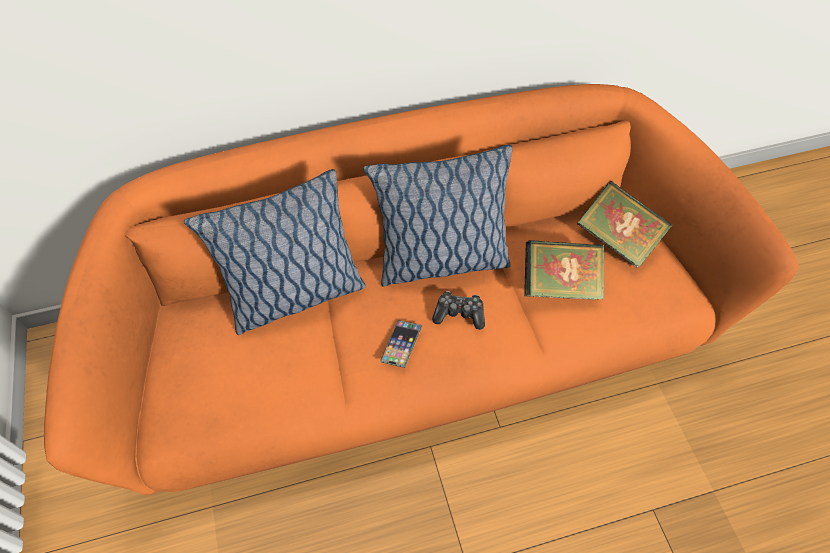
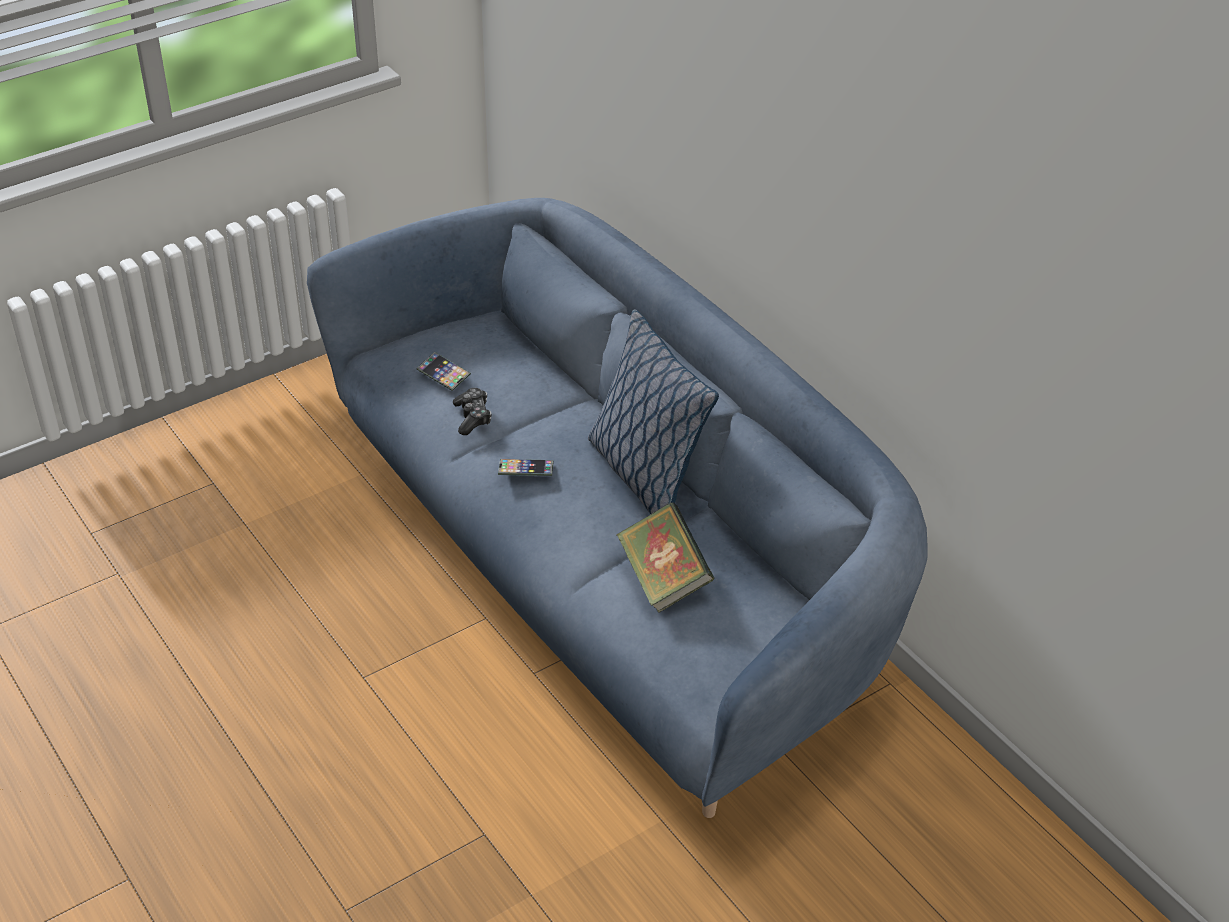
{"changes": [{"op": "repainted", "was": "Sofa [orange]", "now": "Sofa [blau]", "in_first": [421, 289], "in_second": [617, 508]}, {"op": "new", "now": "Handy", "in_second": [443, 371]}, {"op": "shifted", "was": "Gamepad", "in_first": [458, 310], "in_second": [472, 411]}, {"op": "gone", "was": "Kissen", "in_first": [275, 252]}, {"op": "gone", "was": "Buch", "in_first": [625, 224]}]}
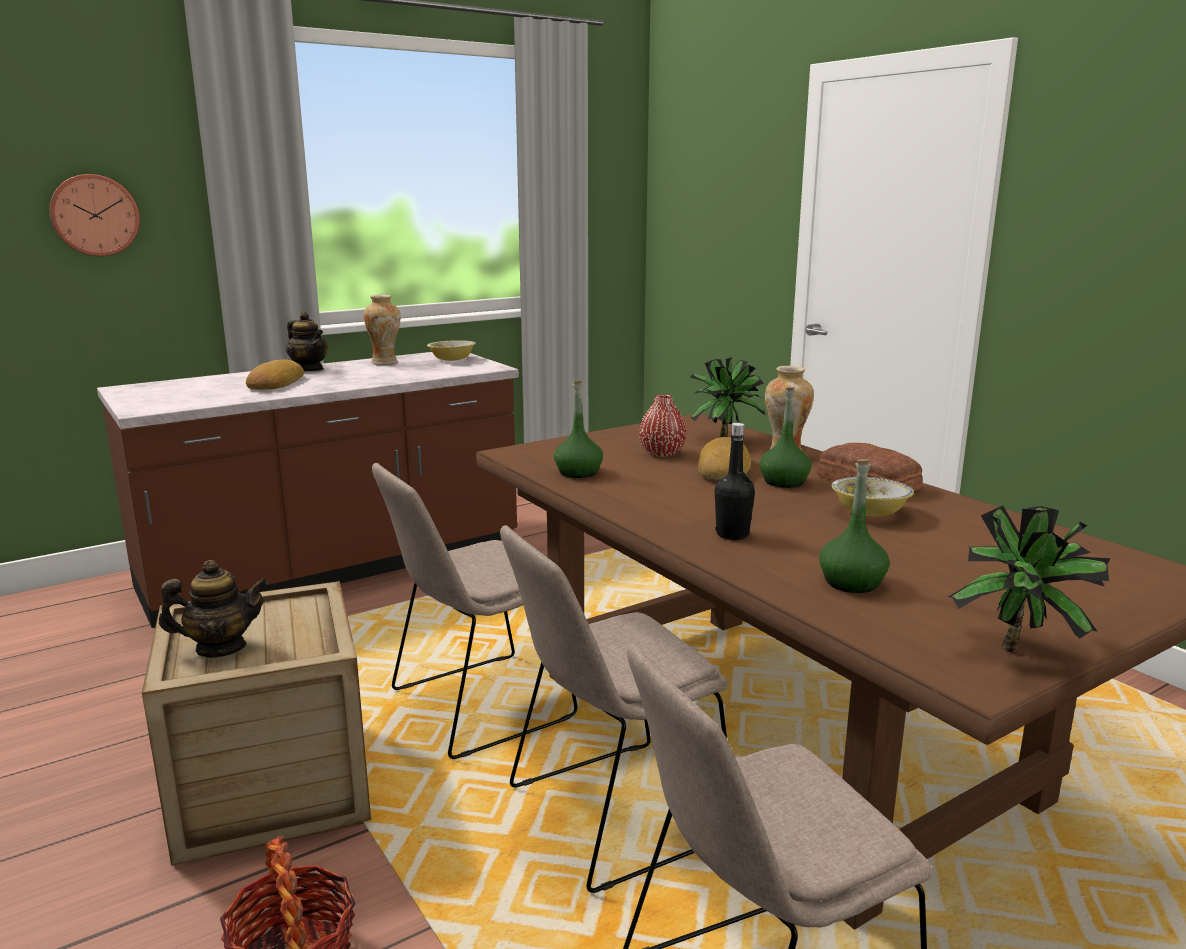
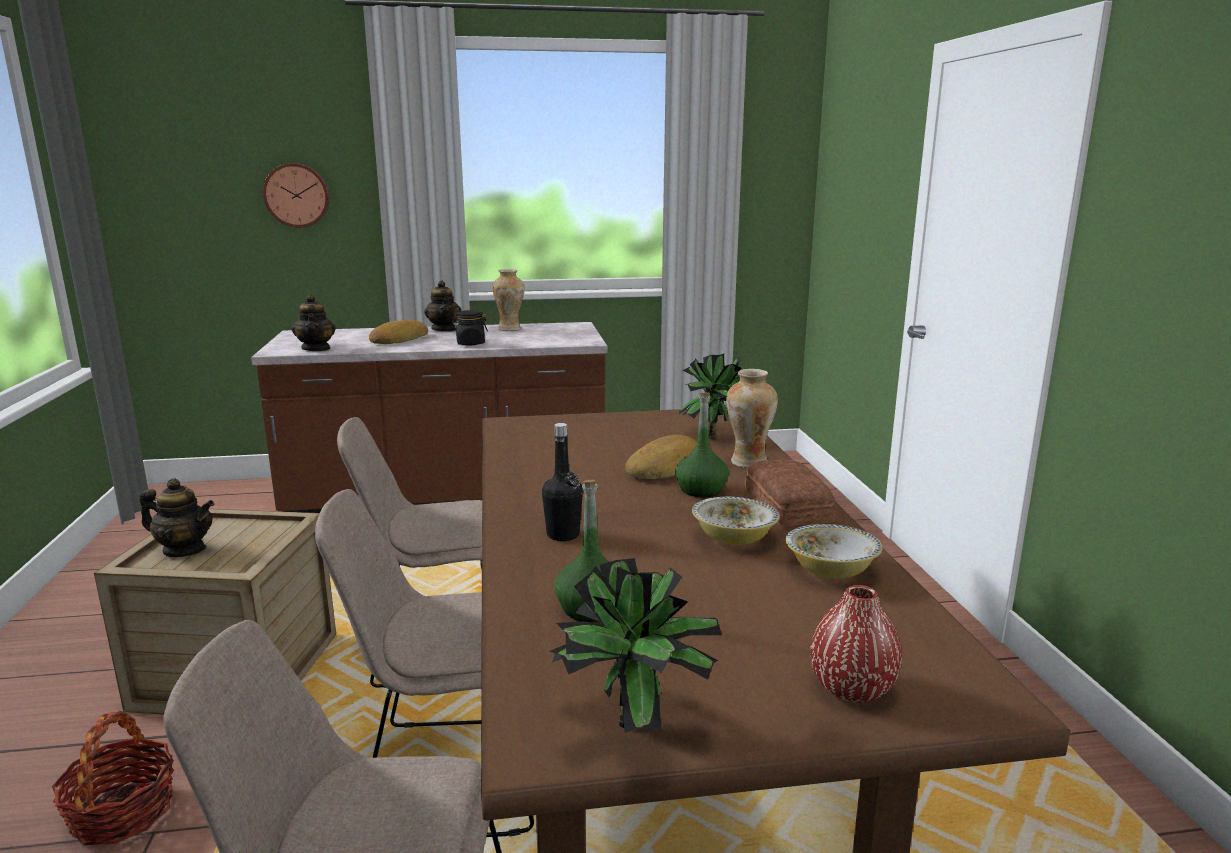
{"changes": [{"op": "new", "now": "Teekanne", "in_second": [314, 323]}, {"op": "new", "now": "Vorratsglas [schwarz]", "in_second": [469, 327]}, {"op": "shifted", "was": "Schüssel", "in_first": [451, 350], "in_second": [834, 551]}, {"op": "shifted", "was": "Vase [rot]", "in_first": [662, 425], "in_second": [856, 644]}, {"op": "gone", "was": "Flasche [grün]", "in_first": [578, 429]}]}
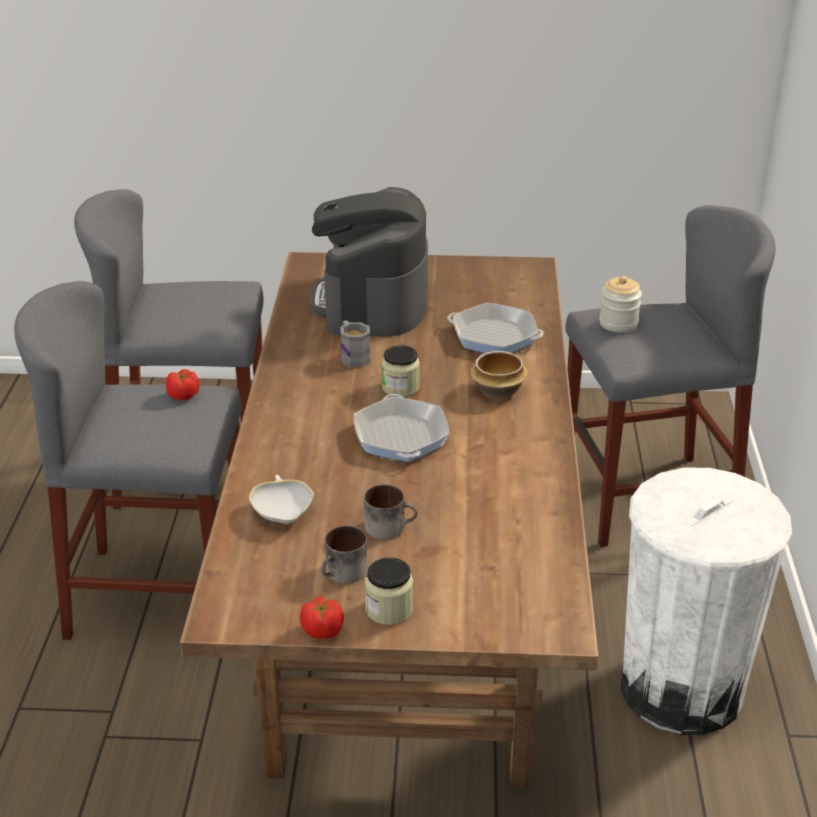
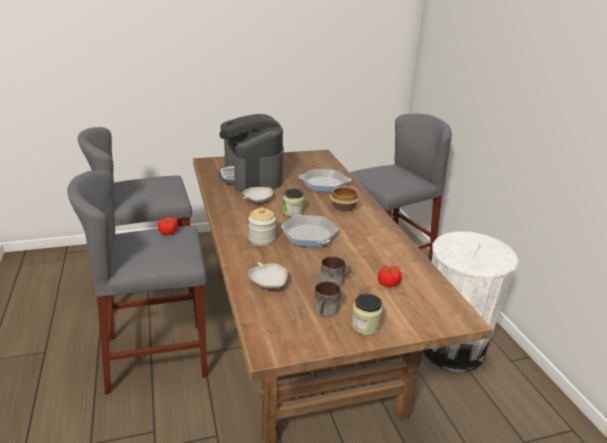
{"changes": [{"op": "swapped", "was": "Henkelbecher [grau]", "now": "Schüssel [weiß]", "in_first": [355, 343], "in_second": [258, 194]}, {"op": "shifted", "was": "Vorratsglas", "in_first": [620, 304], "in_second": [262, 226]}, {"op": "shifted", "was": "Tomate", "in_first": [322, 617], "in_second": [390, 276]}]}
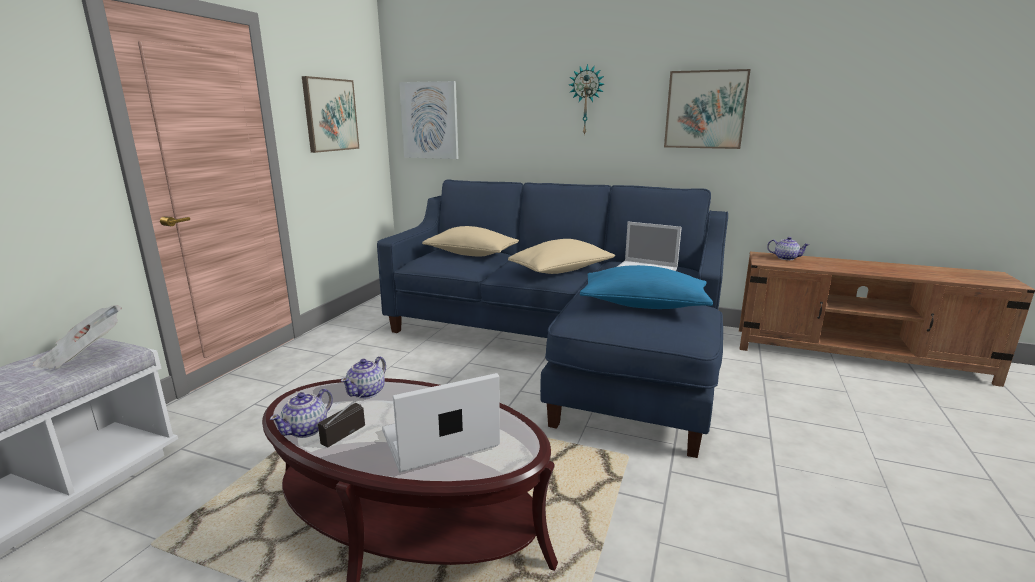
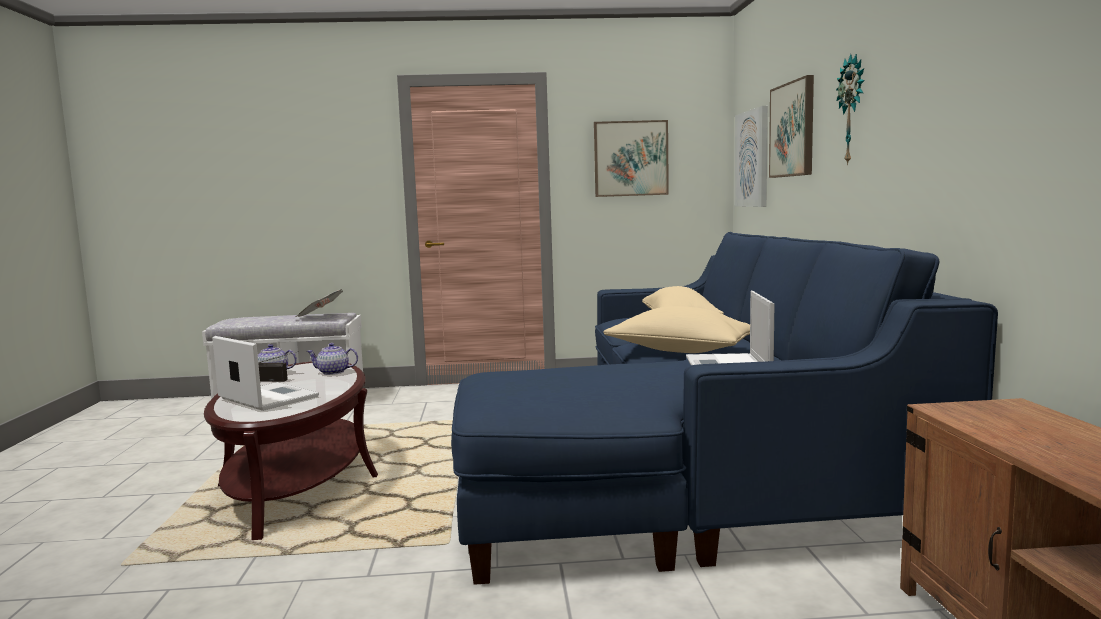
{"changes": [{"op": "shifted", "was": "Bild", "in_first": [707, 109], "in_second": [791, 126]}, {"op": "gone", "was": "Kissen [blau]", "in_first": [646, 287]}, {"op": "gone", "was": "Teekanne", "in_first": [788, 248]}]}
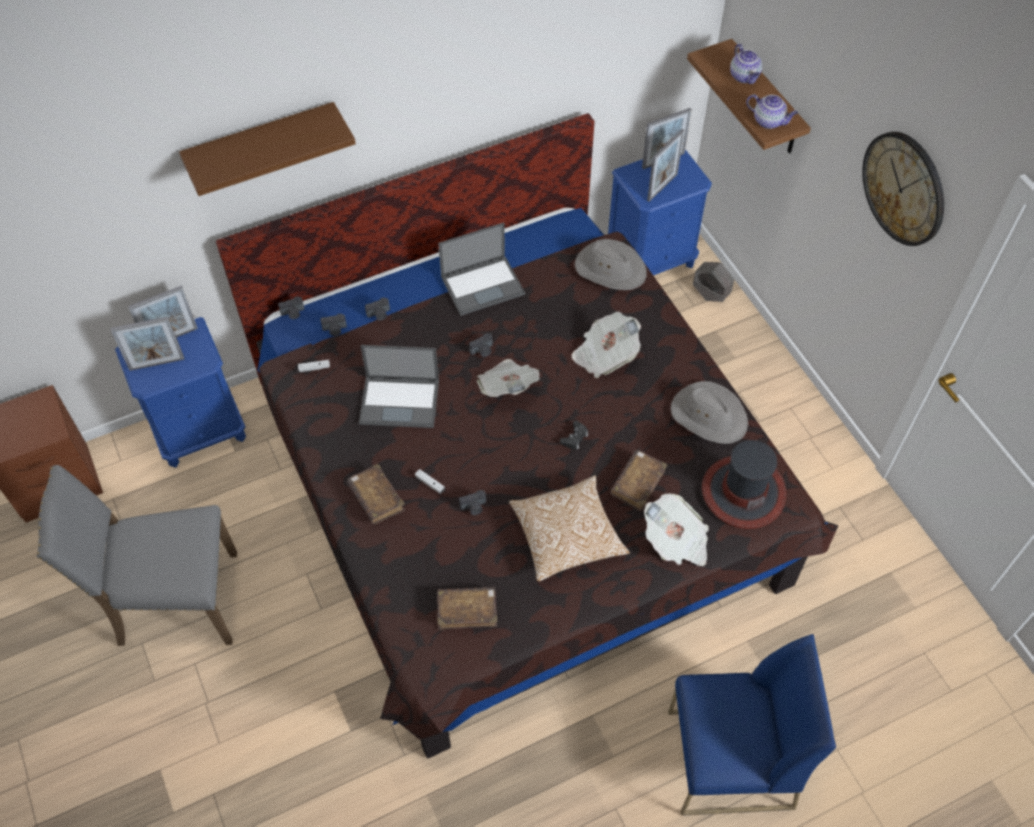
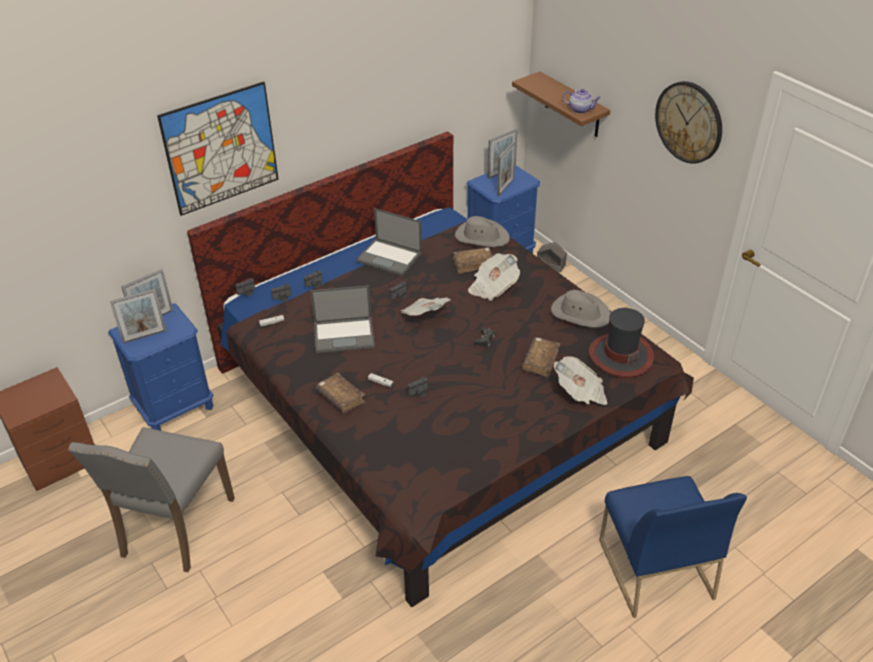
{"changes": [{"op": "rotated", "was": "Stuhl [grau]", "in_first": [137, 555], "in_second": [151, 499], "clockwise": -60}, {"op": "swapped", "was": "Wandregal [braun]", "now": "Bild", "in_first": [267, 149], "in_second": [218, 148]}, {"op": "rotated", "was": "Laptop", "in_first": [481, 269], "in_second": [389, 242], "clockwise": 60}, {"op": "shifted", "was": "Buch [braun]", "in_first": [467, 608], "in_second": [473, 260]}, {"op": "rotated", "was": "Stuhl [blau]", "in_first": [752, 725], "in_second": [673, 547], "clockwise": 90}, {"op": "gone", "was": "Kissen", "in_first": [569, 528]}, {"op": "gone", "was": "Teekanne", "in_first": [746, 64]}]}
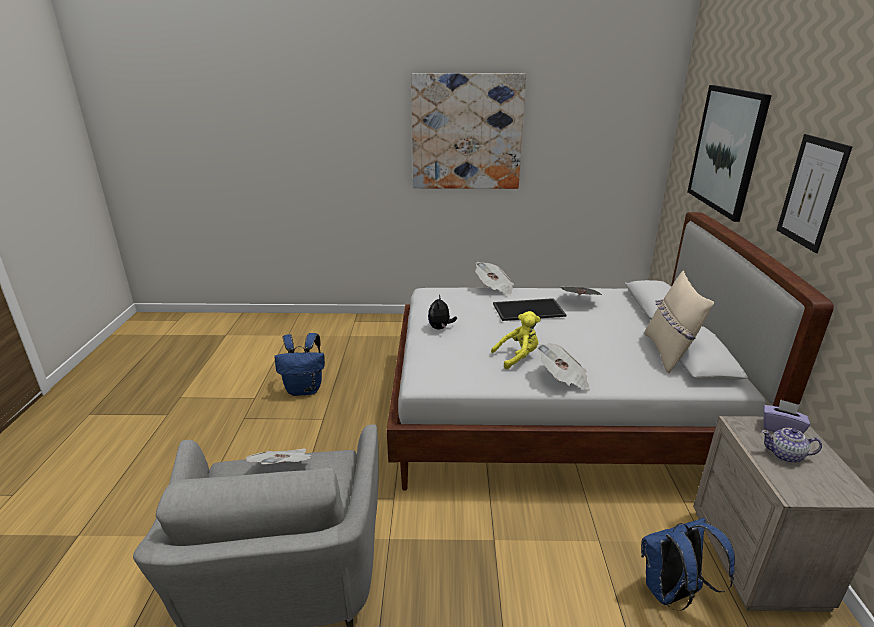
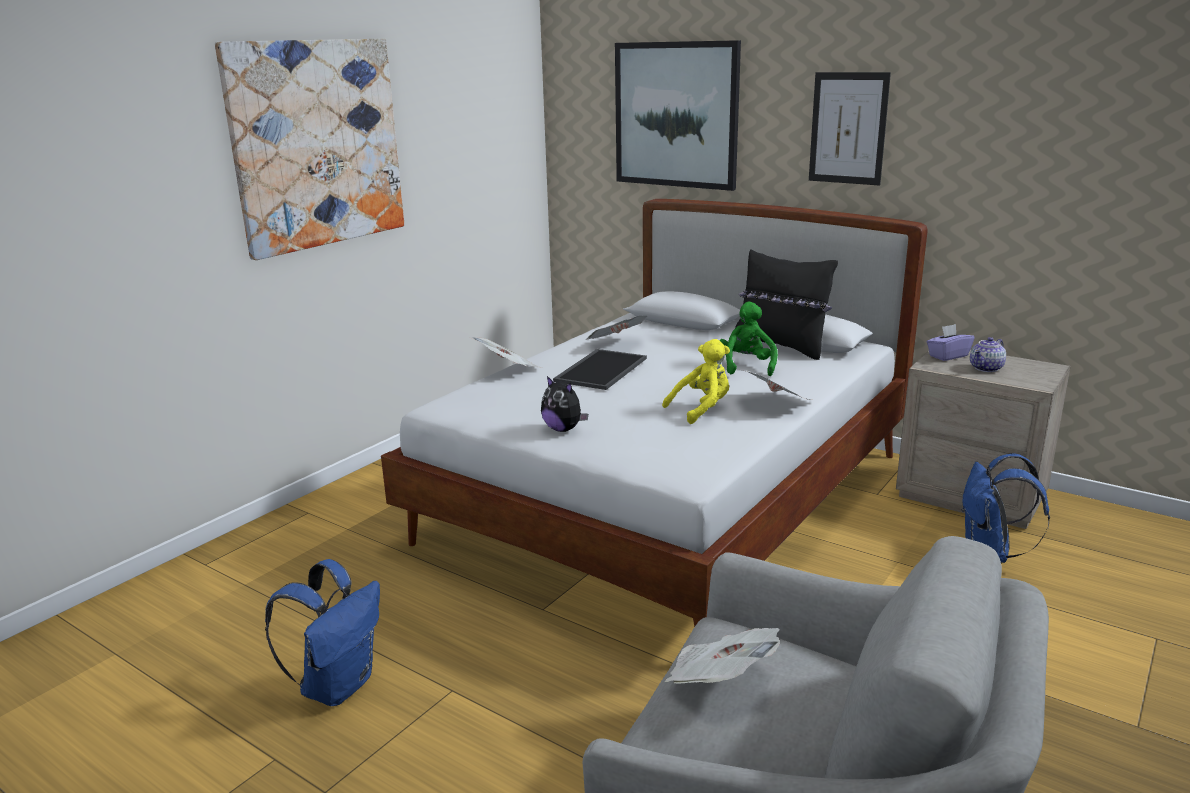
{"changes": [{"op": "rotated", "was": "Plüschtier [gelb]", "in_first": [516, 340], "in_second": [696, 381], "clockwise": 45}, {"op": "new", "now": "Plüschtier [grün]", "in_second": [748, 339]}, {"op": "repainted", "was": "Kissen [beige]", "now": "Kissen [schwarz]", "in_first": [679, 321], "in_second": [786, 304]}]}
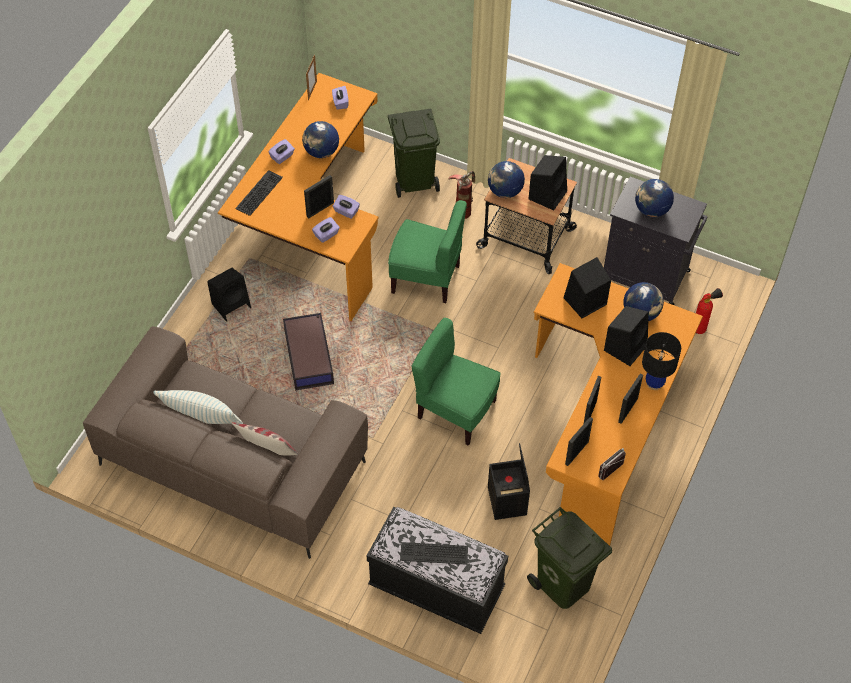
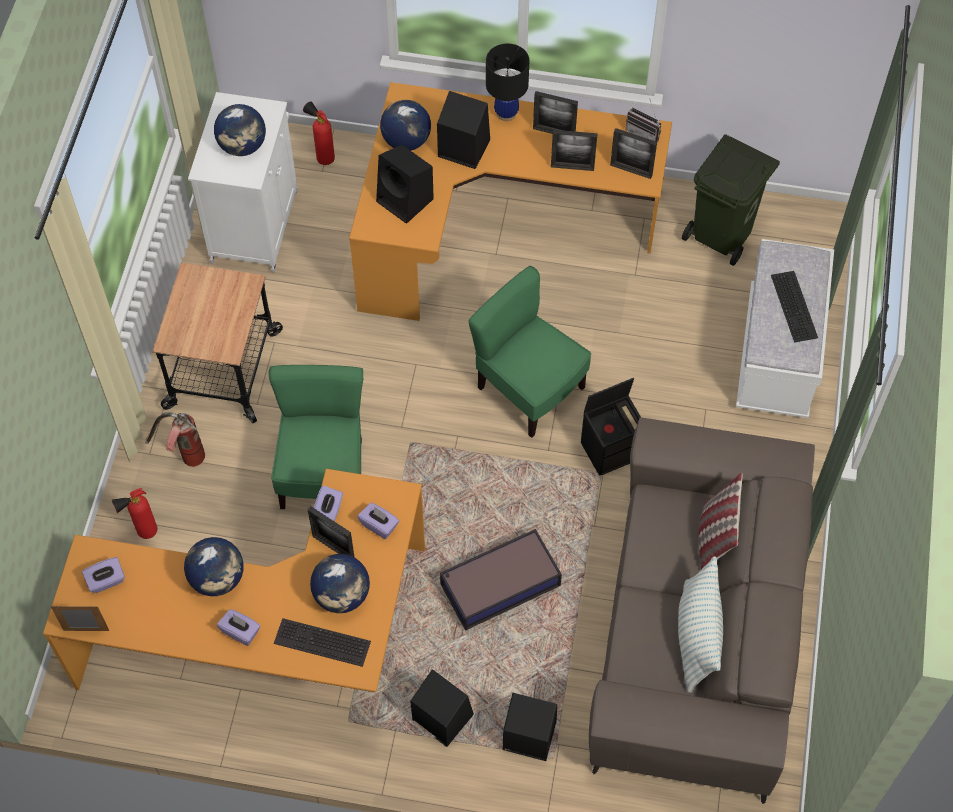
{"changes": [{"op": "swapped", "was": "Mülleimer [grün]", "now": "Feuerlöscher", "in_first": [414, 153], "in_second": [134, 513]}, {"op": "repainted", "was": "Schrank [schwarz]", "now": "Schrank [weiß]", "in_first": [656, 241], "in_second": [243, 182]}, {"op": "shifted", "was": "Globus", "in_first": [506, 179], "in_second": [340, 583]}, {"op": "rotated", "was": "Stuhl [grün]", "in_first": [456, 382], "in_second": [530, 352], "clockwise": 120}, {"op": "shifted", "was": "Lautsprecher [schwarz]", "in_first": [548, 182], "in_second": [530, 727]}, {"op": "shifted", "was": "Aufbewahrungsbox [schwarz]", "in_first": [509, 481], "in_second": [611, 427]}, {"op": "repainted", "was": "Bank [schwarz]", "now": "Bank [weiß]", "in_first": [437, 570], "in_second": [785, 328]}]}
